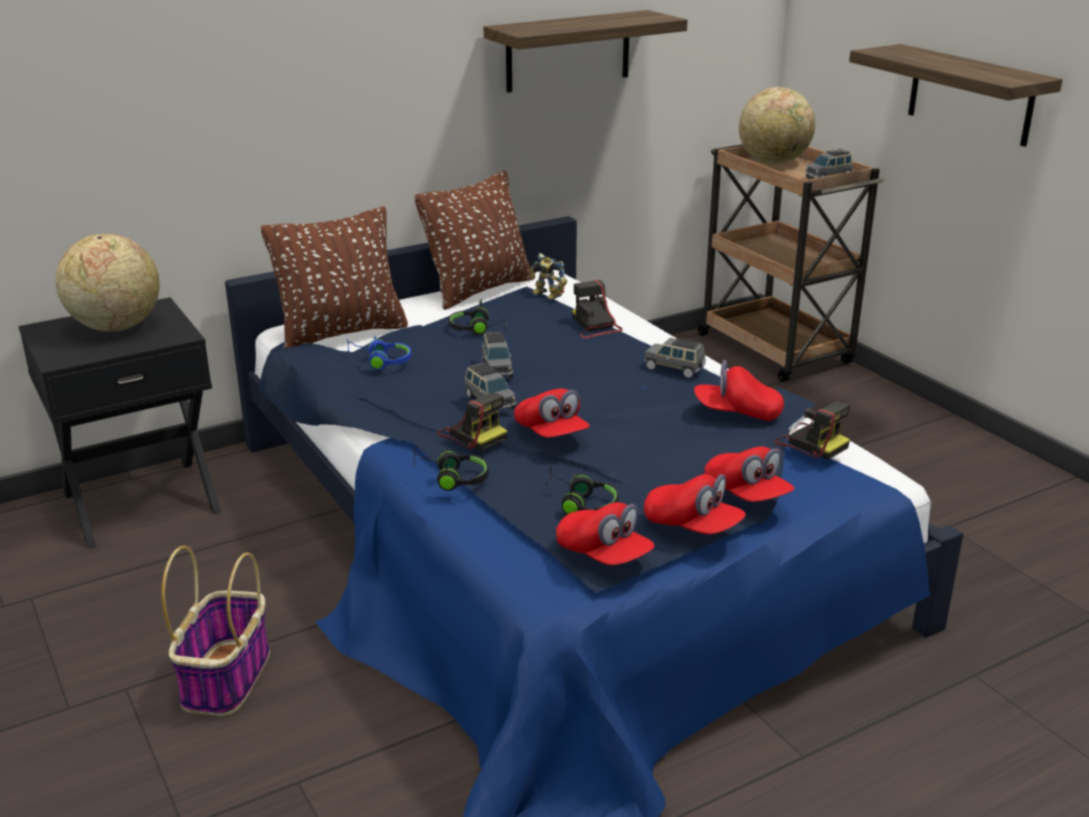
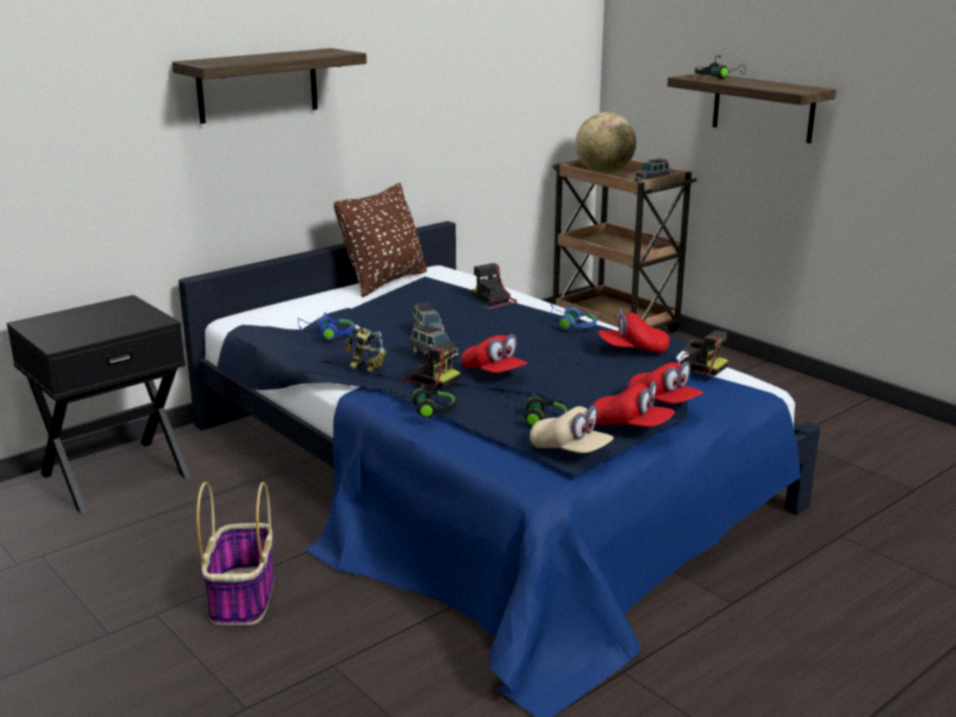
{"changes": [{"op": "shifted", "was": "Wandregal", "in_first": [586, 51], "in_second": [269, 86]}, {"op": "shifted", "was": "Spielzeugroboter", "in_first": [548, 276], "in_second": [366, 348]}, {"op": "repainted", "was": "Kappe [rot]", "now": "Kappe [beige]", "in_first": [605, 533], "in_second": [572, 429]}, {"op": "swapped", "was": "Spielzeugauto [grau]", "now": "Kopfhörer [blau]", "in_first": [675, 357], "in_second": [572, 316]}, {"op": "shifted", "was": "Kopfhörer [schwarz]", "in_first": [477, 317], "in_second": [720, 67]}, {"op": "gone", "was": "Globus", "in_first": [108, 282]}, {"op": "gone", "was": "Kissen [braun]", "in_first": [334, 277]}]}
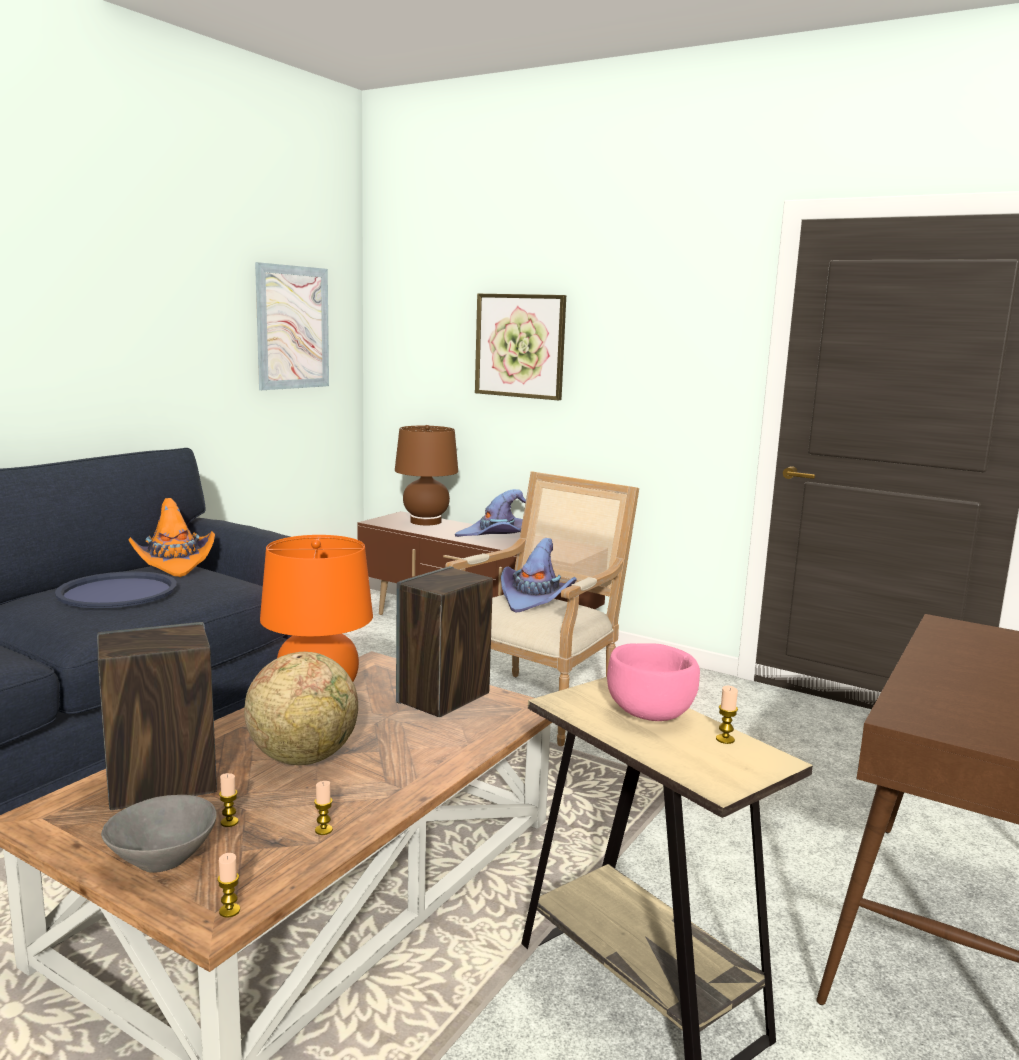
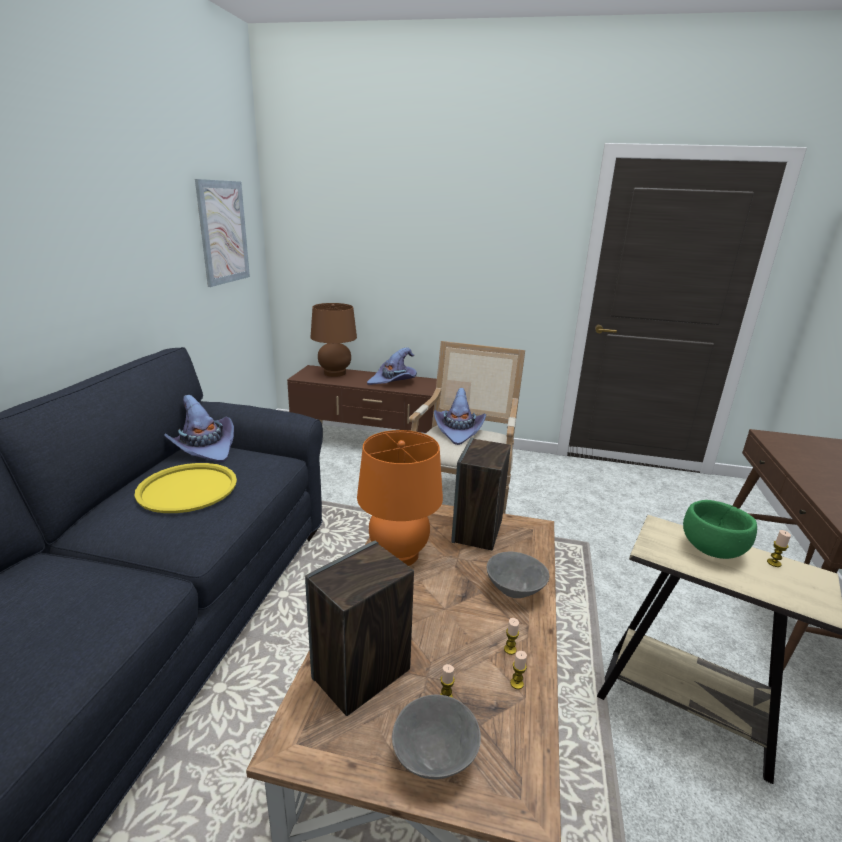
{"changes": [{"op": "repainted", "was": "Tablett [blau]", "now": "Tablett [gelb]", "in_first": [116, 589], "in_second": [186, 488]}, {"op": "repainted", "was": "Hut [orange]", "now": "Hut [lila]", "in_first": [171, 537], "in_second": [199, 428]}, {"op": "new", "now": "Schüssel [grau]", "in_second": [518, 575]}, {"op": "shifted", "was": "Kerze", "in_first": [228, 885], "in_second": [511, 636]}, {"op": "repainted", "was": "Schüssel [rosa]", "now": "Schüssel [grün]", "in_first": [653, 682], "in_second": [720, 529]}, {"op": "gone", "was": "Globus", "in_first": [301, 708]}, {"op": "gone", "was": "Bild", "in_first": [520, 347]}]}
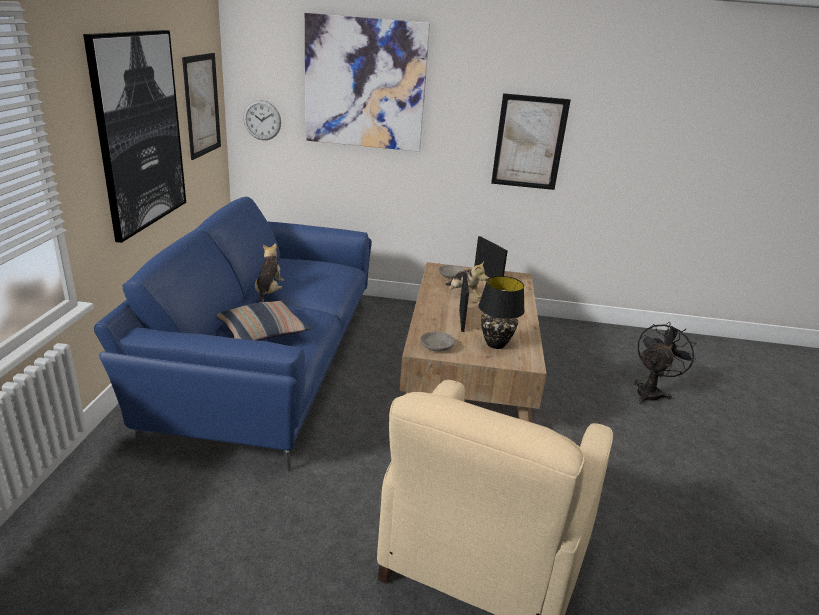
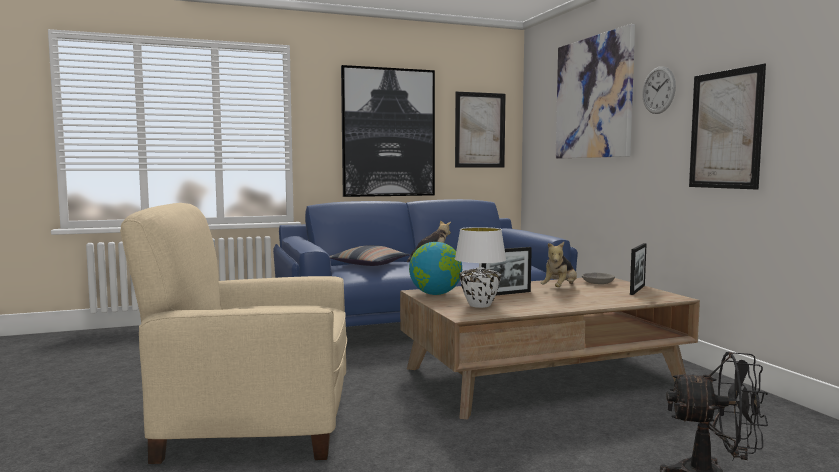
{"changes": [{"op": "swapped", "was": "Schüssel [grau]", "now": "Globus", "in_first": [437, 342], "in_second": [435, 268]}, {"op": "repainted", "was": "Tischlampe [schwarz]", "now": "Tischlampe [weiß]", "in_first": [501, 312], "in_second": [480, 267]}, {"op": "shifted", "was": "Wanduhr", "in_first": [262, 120], "in_second": [659, 90]}]}
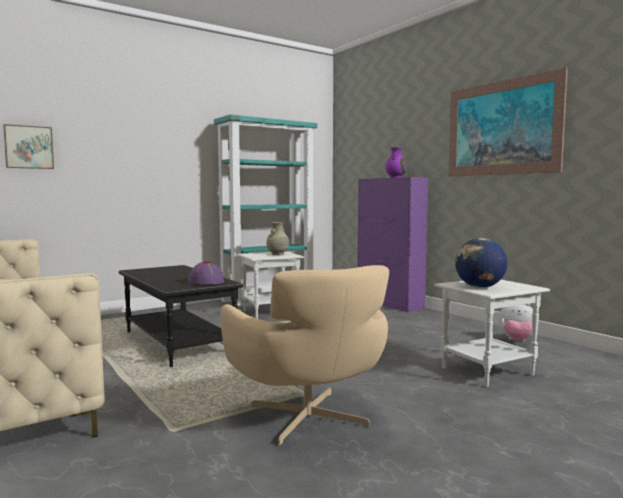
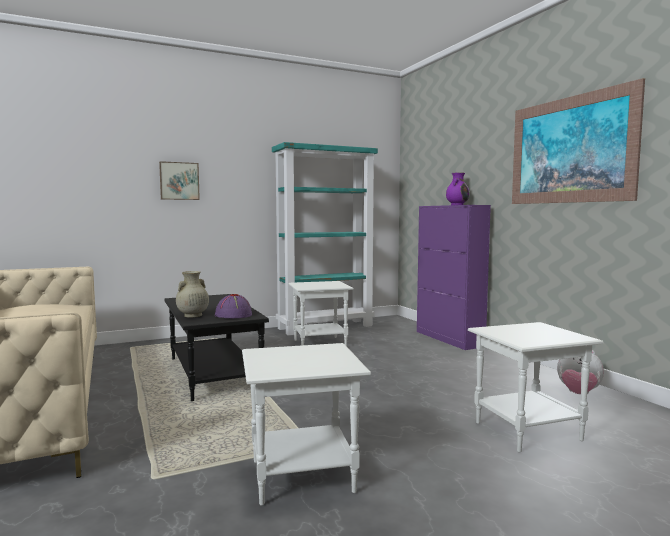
{"changes": [{"op": "shifted", "was": "Bild", "in_first": [28, 146], "in_second": [179, 180]}, {"op": "shifted", "was": "Vase [beige]", "in_first": [277, 238], "in_second": [192, 294]}, {"op": "swapped", "was": "Sessel [beige]", "now": "Beistelltisch [weiß]", "in_first": [305, 355], "in_second": [306, 424]}, {"op": "gone", "was": "Globus", "in_first": [481, 263]}]}
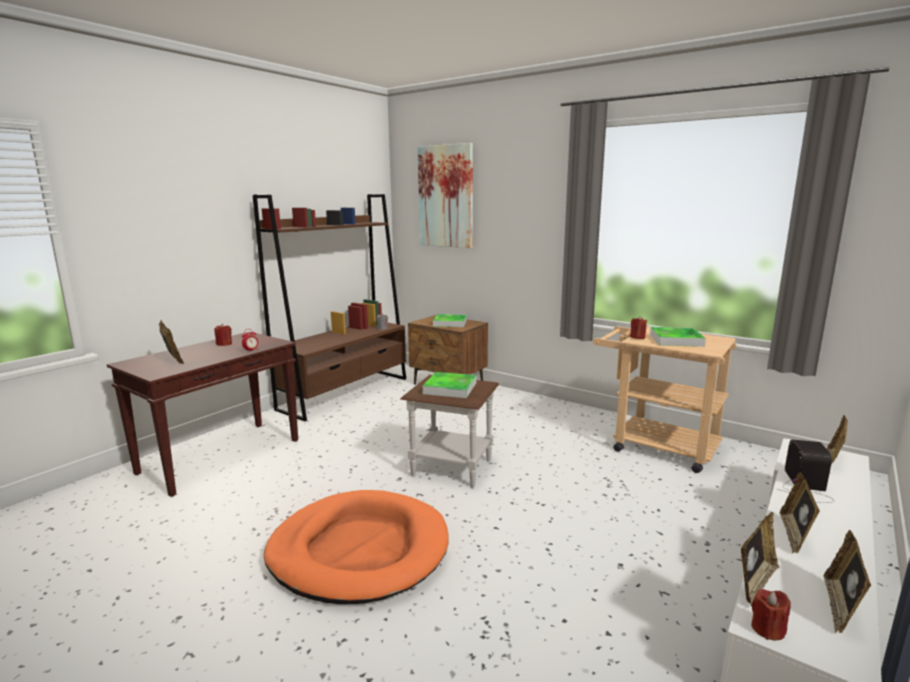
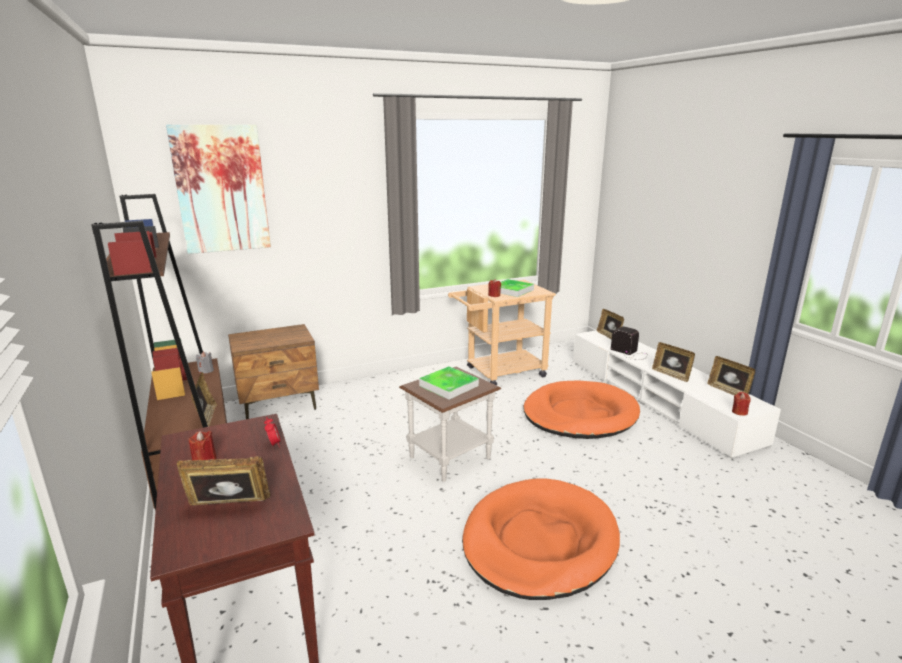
{"changes": [{"op": "shifted", "was": "Bilderrahmen", "in_first": [760, 559], "in_second": [204, 399]}, {"op": "new", "now": "Hundebett [orange]", "in_second": [582, 409]}, {"op": "gone", "was": "Tablett", "in_first": [450, 320]}]}
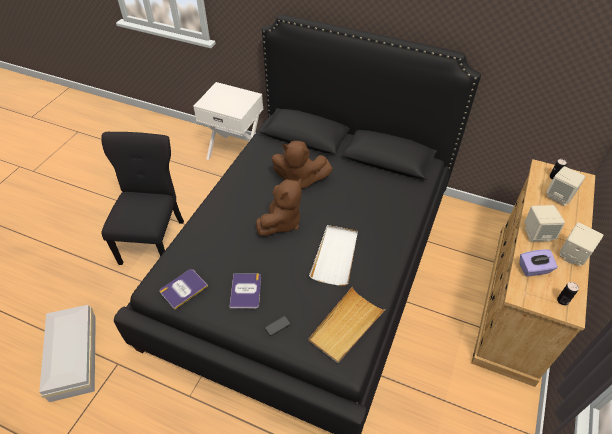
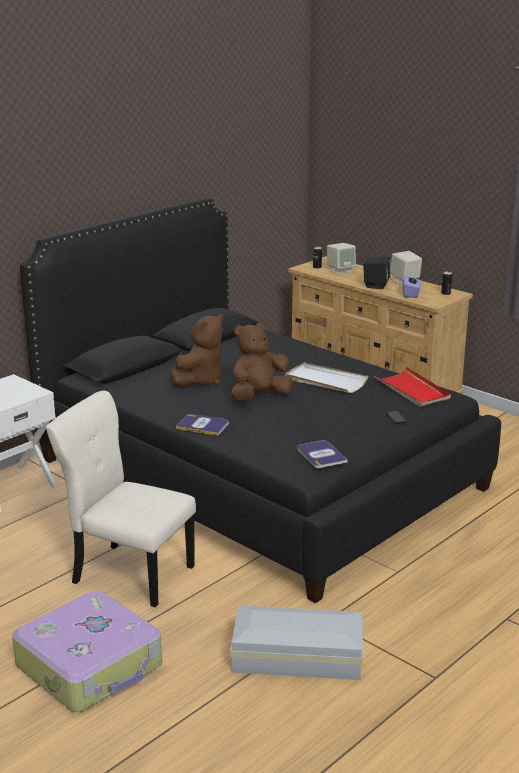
{"changes": [{"op": "new", "now": "Koffer", "in_second": [87, 651]}, {"op": "repainted", "was": "Stuhl [schwarz]", "now": "Stuhl [beige]", "in_first": [142, 198], "in_second": [121, 499]}, {"op": "shifted", "was": "Buch", "in_first": [245, 291], "in_second": [202, 425]}, {"op": "rotated", "was": "Plüschtier [braun]", "in_first": [279, 207], "in_second": [261, 361], "clockwise": -90}, {"op": "repainted", "was": "Lautsprecher [beige]", "now": "Lautsprecher [schwarz]", "in_first": [545, 223], "in_second": [377, 273]}, {"op": "repainted", "was": "Tablett [beige]", "now": "Tablett [rot]", "in_first": [347, 325], "in_second": [412, 387]}]}
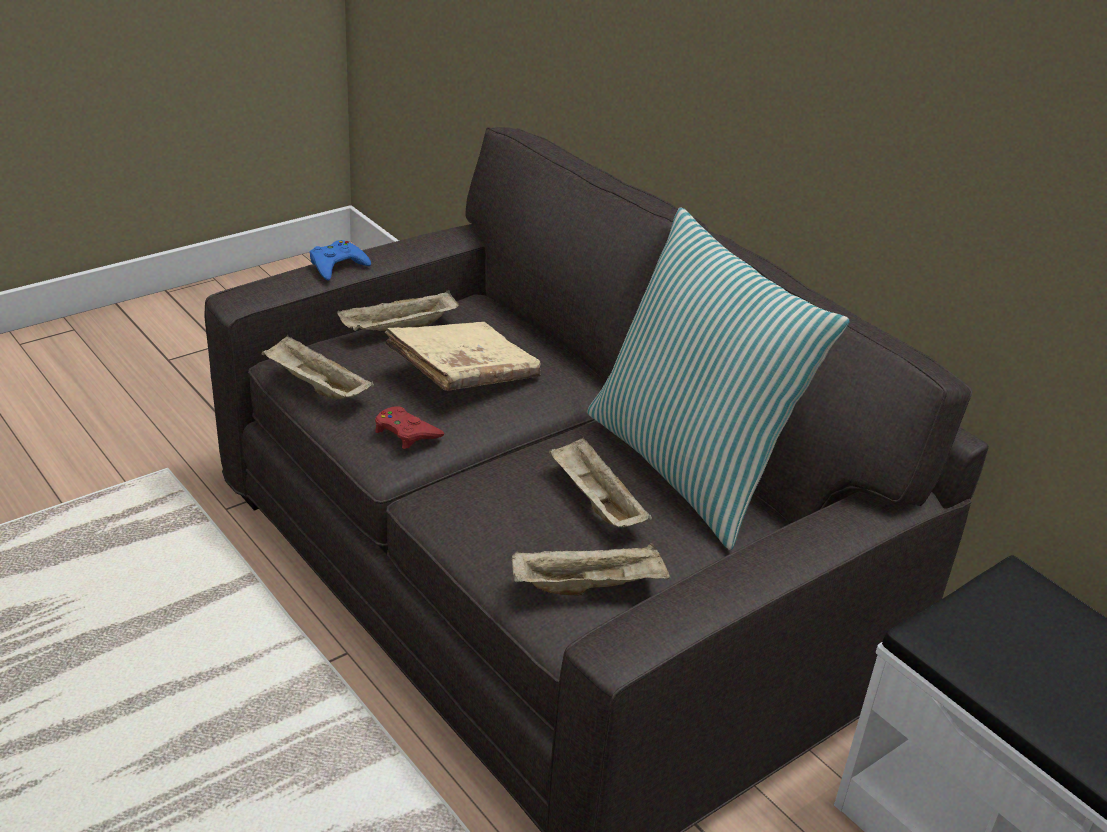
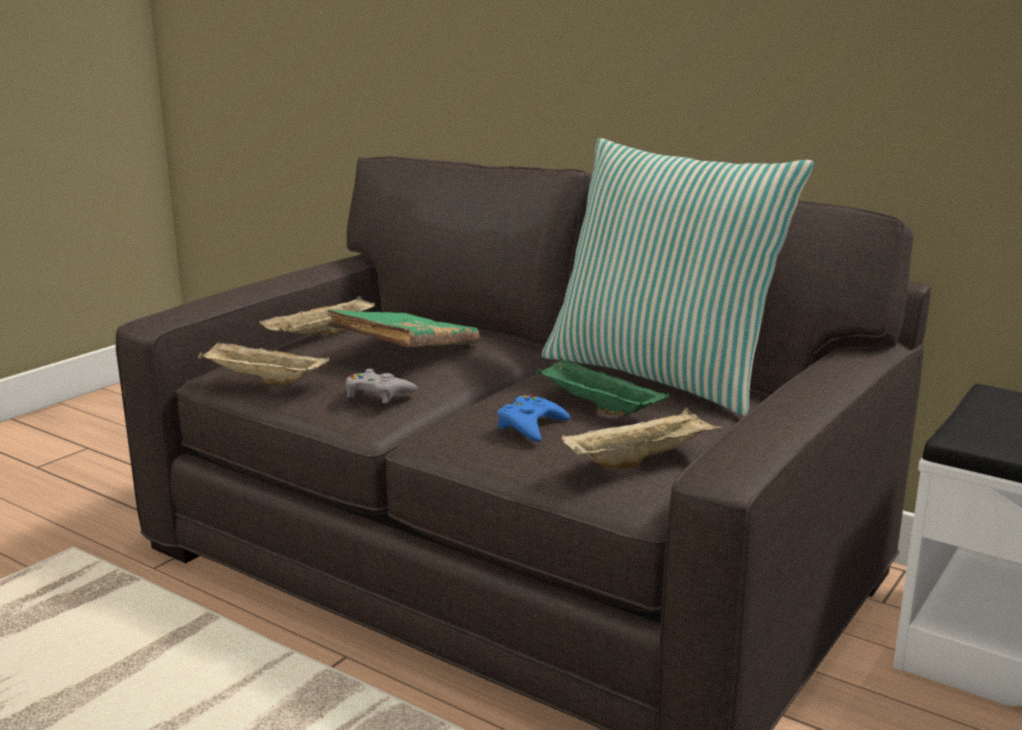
{"changes": [{"op": "repainted", "was": "Buch [beige]", "now": "Buch [grün]", "in_first": [463, 356], "in_second": [403, 328]}, {"op": "repainted", "was": "Gamepad [rot]", "now": "Gamepad [grau]", "in_first": [409, 427], "in_second": [382, 386]}, {"op": "shifted", "was": "Gamepad [blau]", "in_first": [340, 260], "in_second": [534, 418]}, {"op": "repainted", "was": "Tablett [beige]", "now": "Tablett [grün]", "in_first": [600, 482], "in_second": [602, 387]}]}
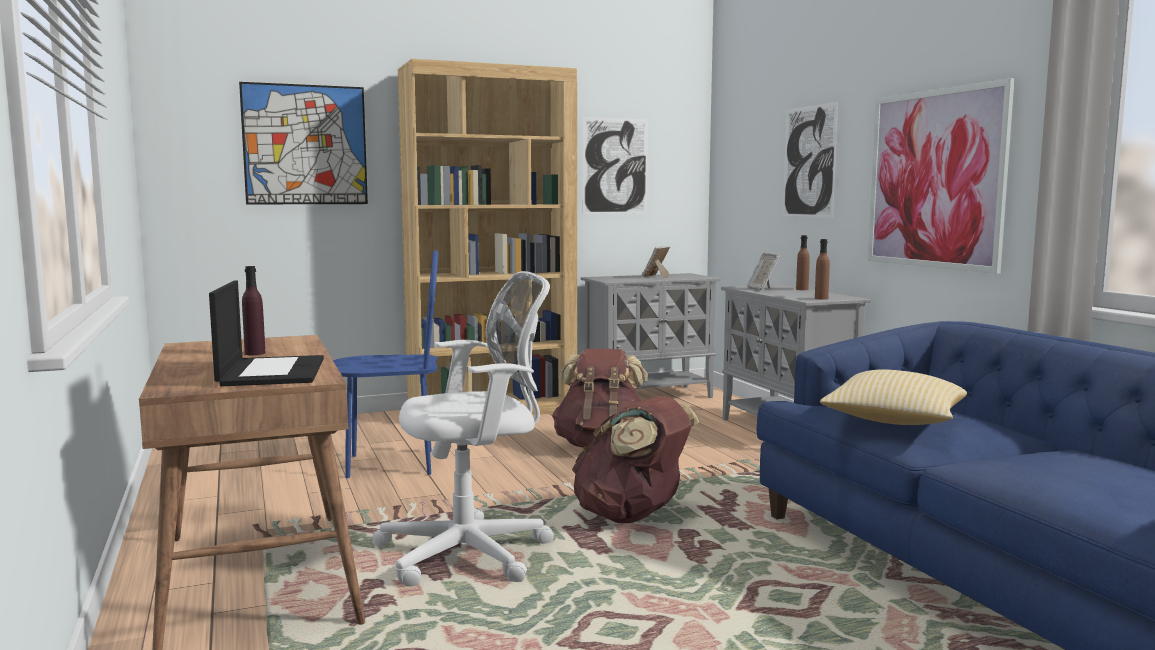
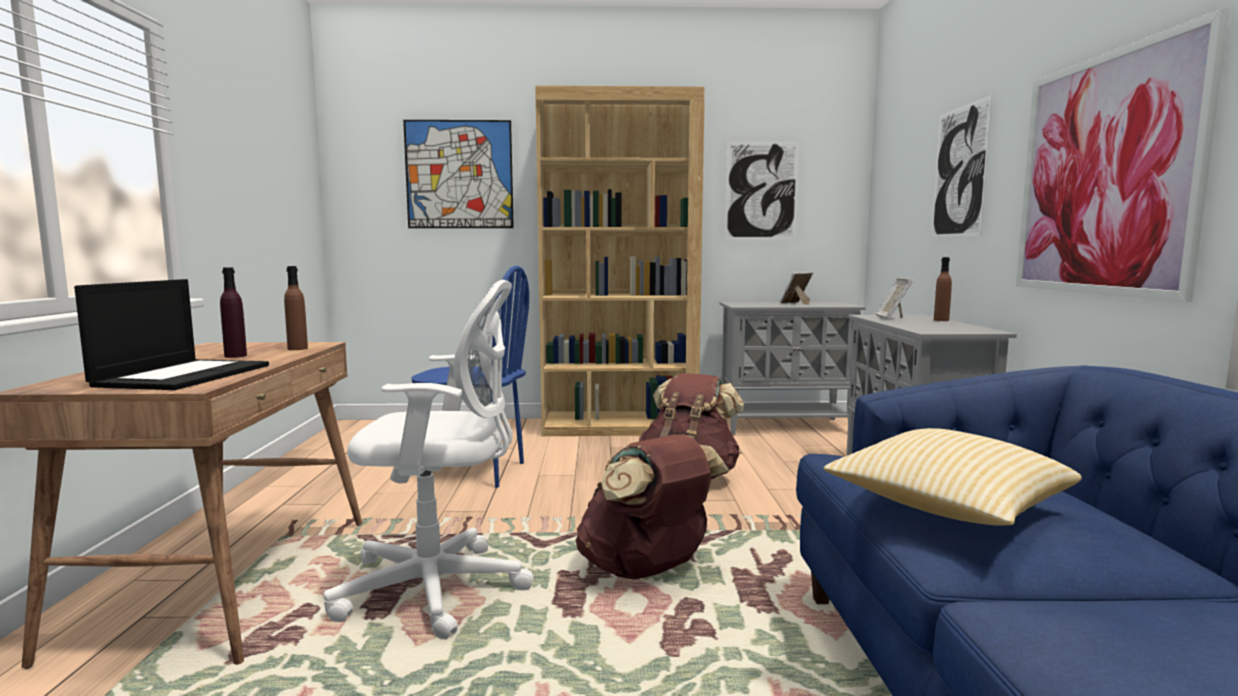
{"changes": [{"op": "shifted", "was": "Flasche [braun]", "in_first": [822, 269], "in_second": [296, 308]}]}
